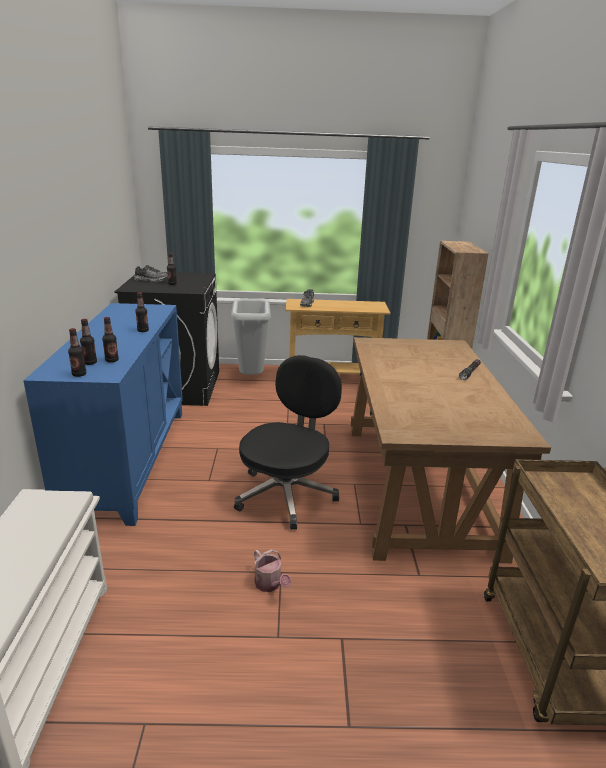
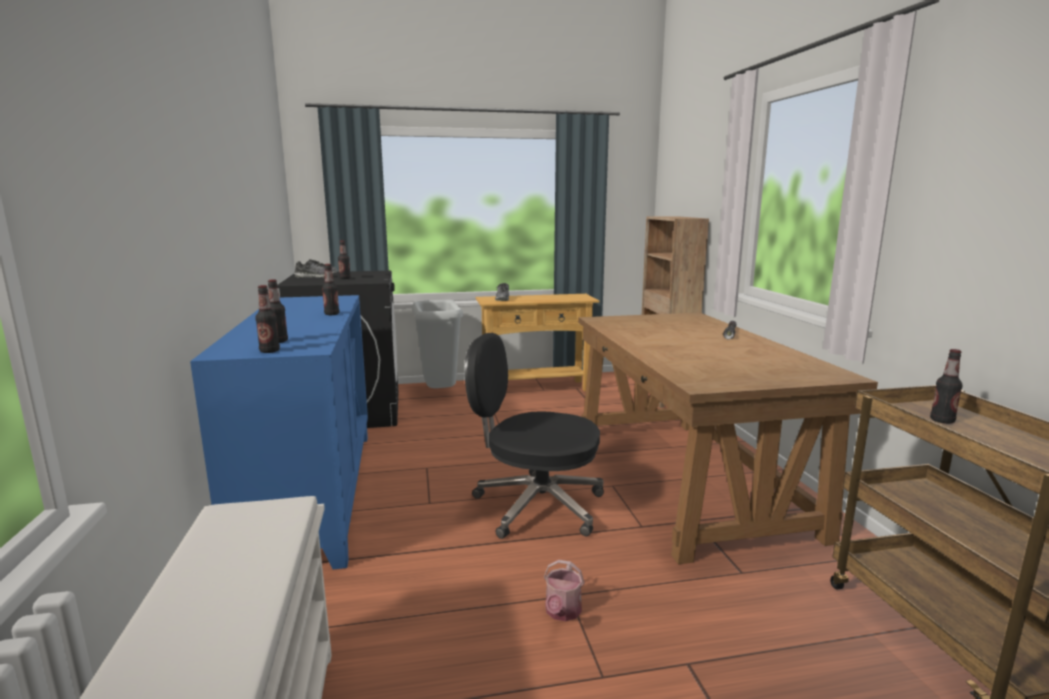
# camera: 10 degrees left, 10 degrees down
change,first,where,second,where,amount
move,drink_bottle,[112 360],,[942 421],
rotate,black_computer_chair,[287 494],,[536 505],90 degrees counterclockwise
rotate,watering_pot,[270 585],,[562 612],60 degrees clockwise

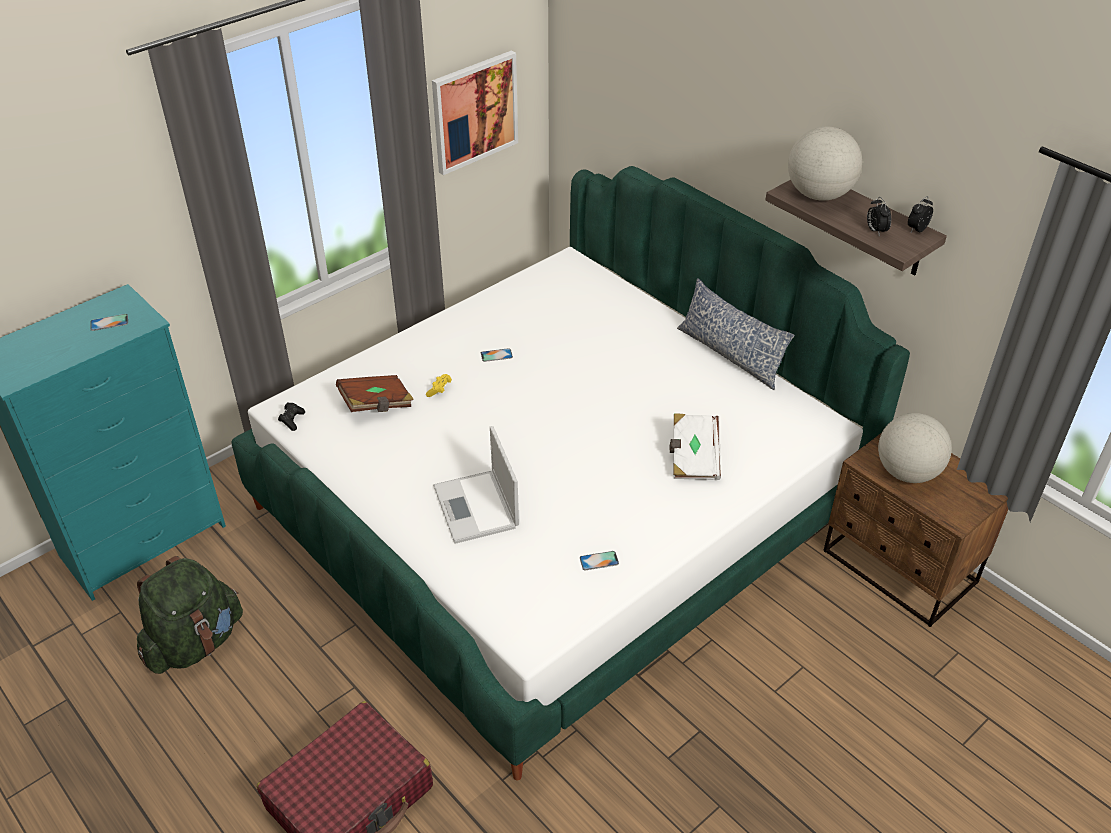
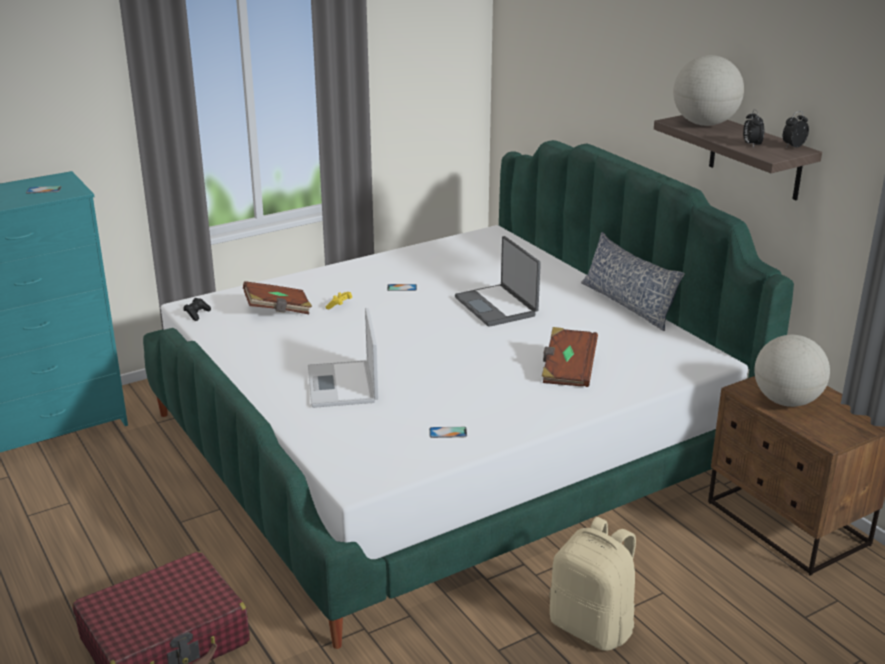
# camera: 10 degrees right, 15 degrees down
change,first,where,second,where,amount
delete,picture,[474 112],,,
recolor,whitish_volume,[693 458],brownish_volume,[567 370],
delete,green-coloured_backpack,[195 643],,,
insert,,,portable_computer,[497 306],
insert,,,sand-coloured_backpack,[593 627],

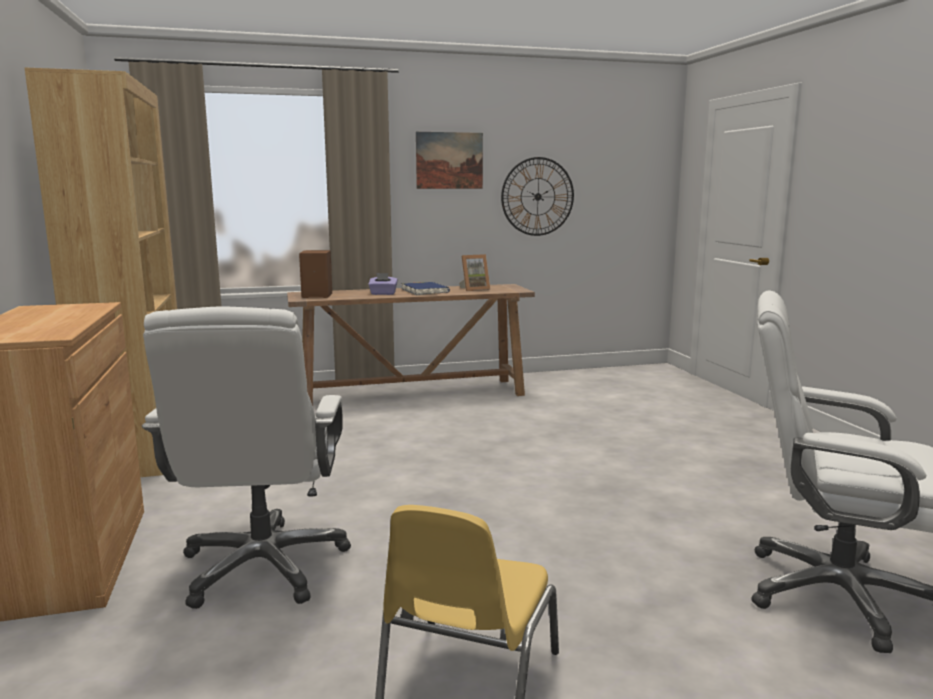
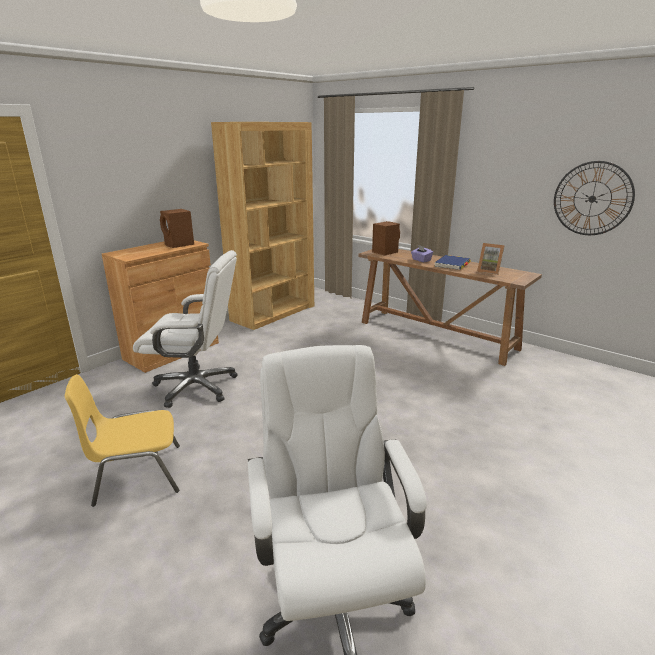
# camera: 55 degrees right, 10 degrees up
change,first,where,second,where,amount
delete,picture,[449 160],,,
rotate,whitish_computer_chair,[263 566],,[196 386],135 degrees counterclockwise
insert,,,brownish_audio_speaker,[179 245],

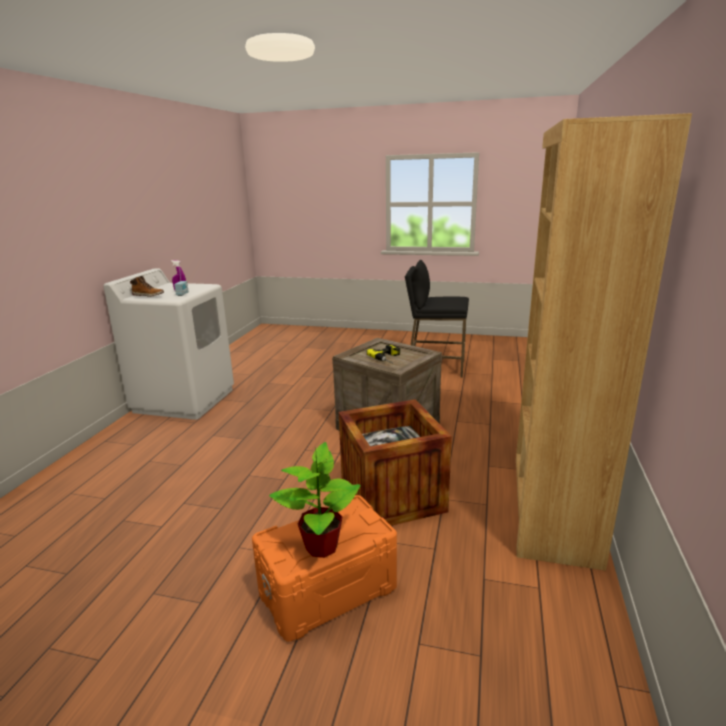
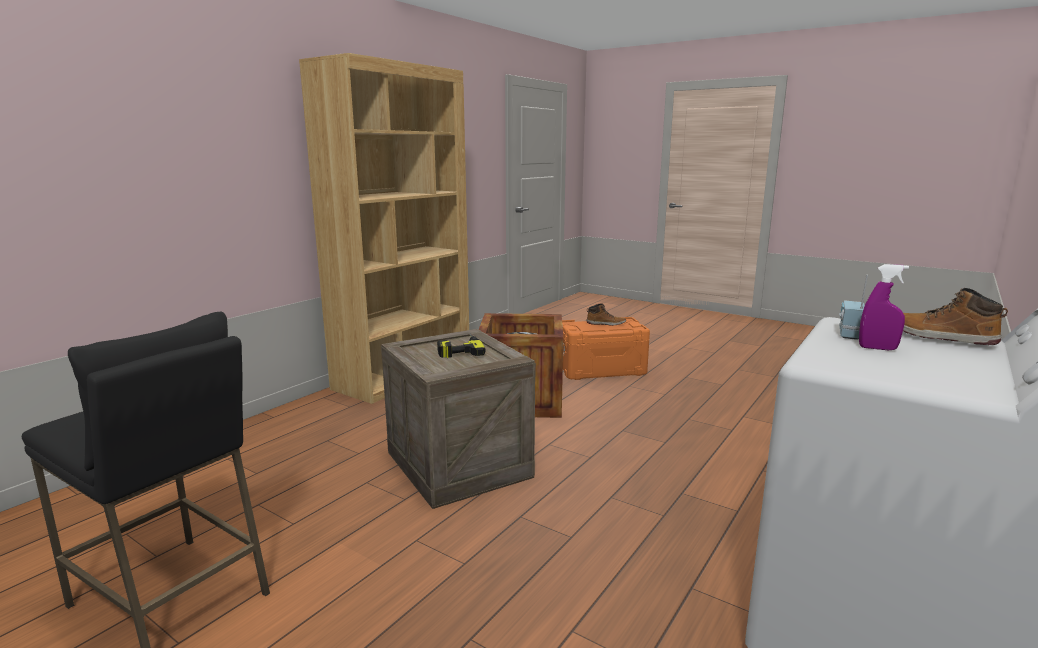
# camera: 160 degrees left, 5 degrees down
change,first,where,second,where,amount
replace,plant_in_a_pot,[321 546],high-top_boot,[606 323],

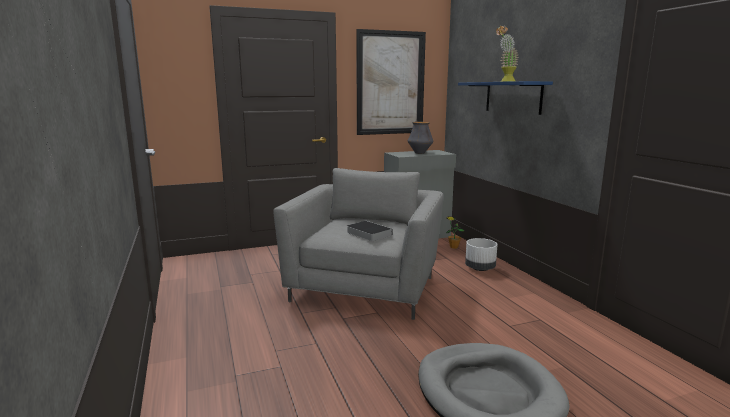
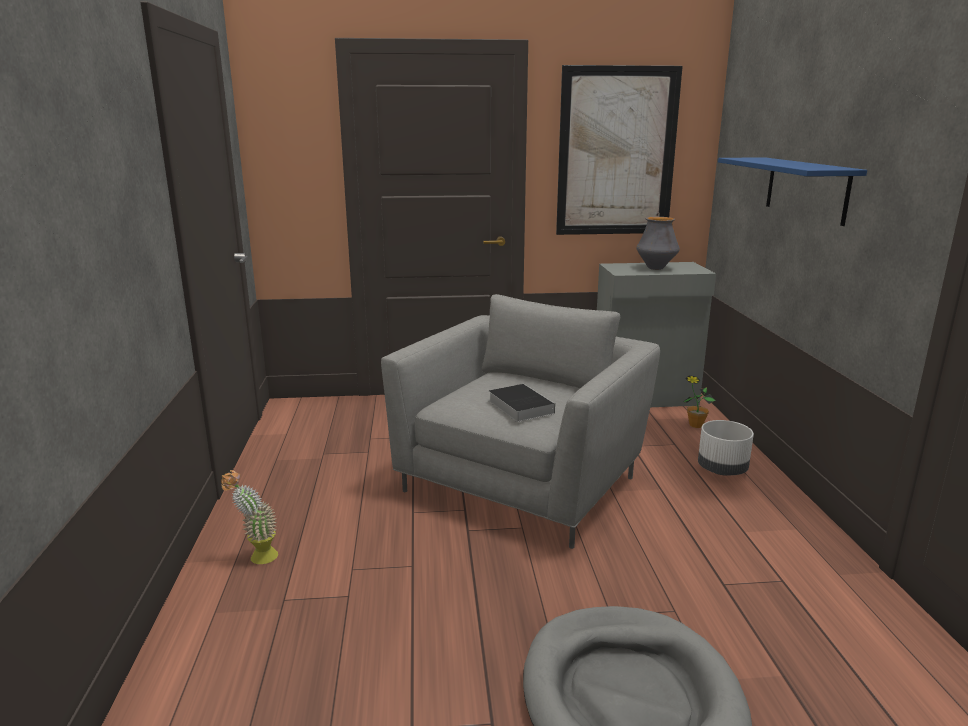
# camera: 15 degrees right, 5 degrees up
change,first,where,second,where,amount
move,plant_in_a_pot,[505 81],,[256 557],

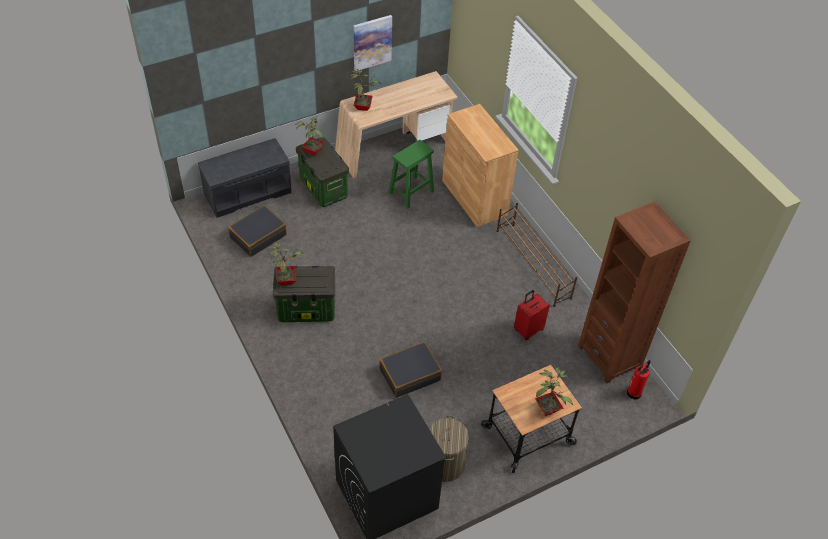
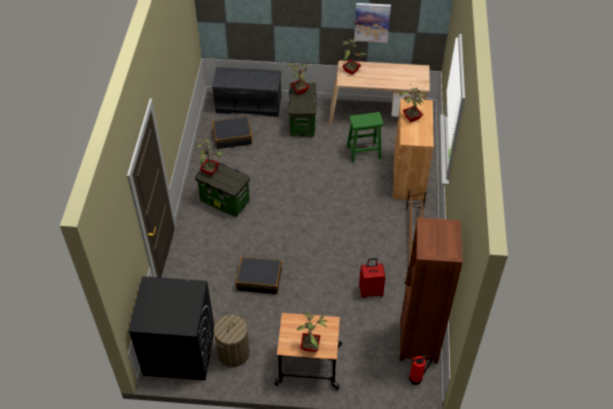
# camera: 35 degrees right, 0 degrees up
change,first,where,second,where,amount
insert,,,plant_in_a_pot,[411 118],

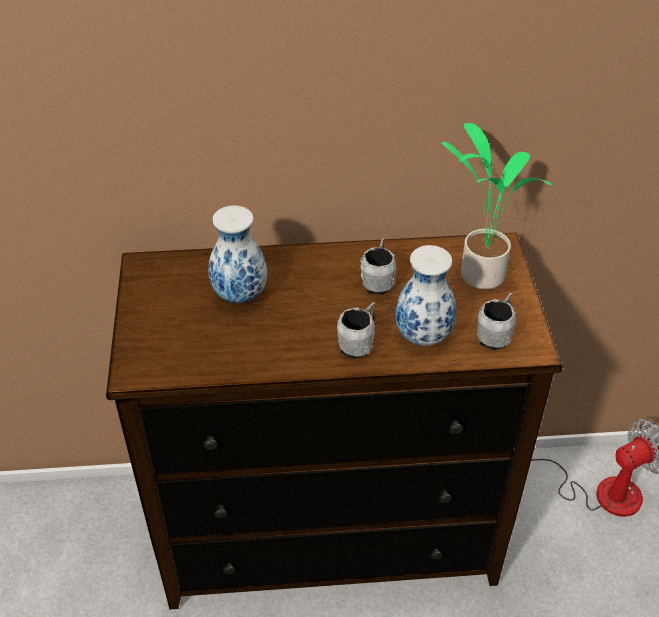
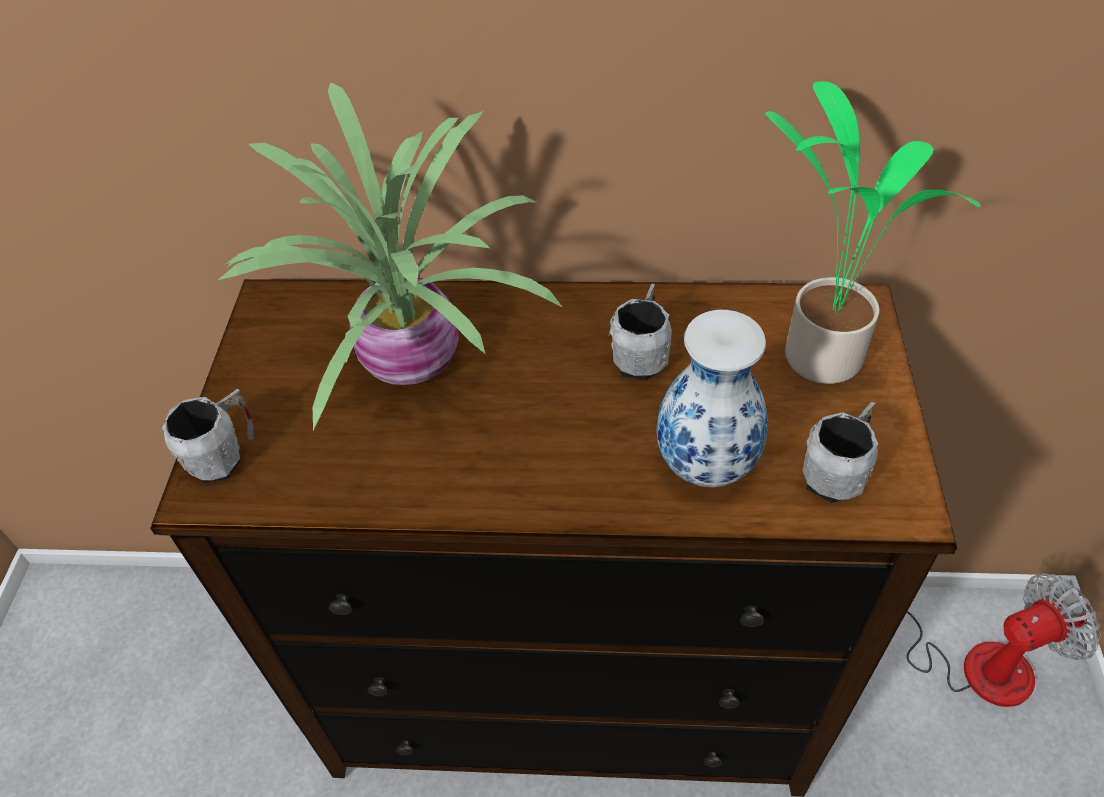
# camera: 10 degrees right, 5 degrees up
change,first,where,second,where,amount
replace,flower_vase,[239 296],plant_in_a_pot,[407 365],
move,gray_coffee_mug,[358 344],,[224 456],

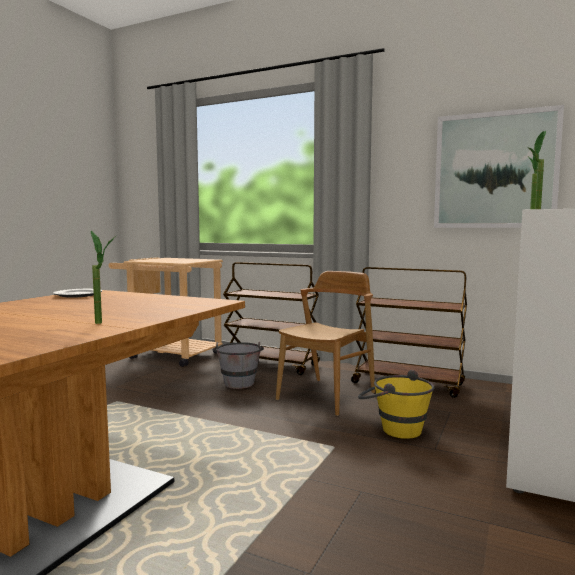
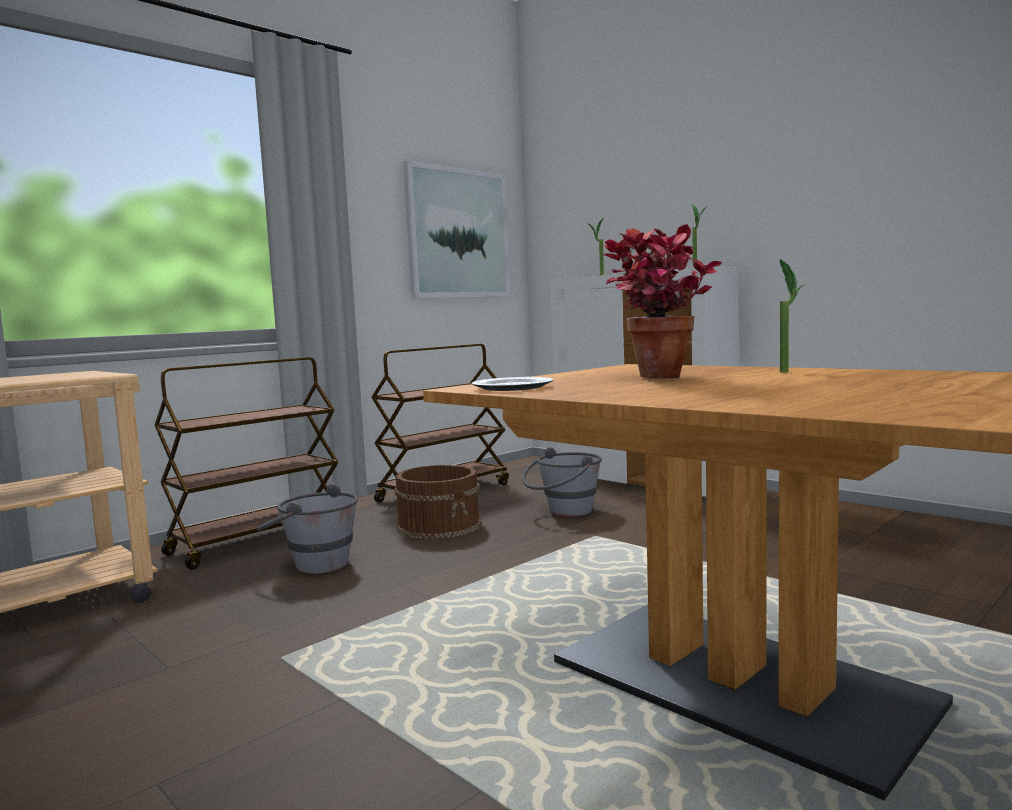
# camera: 70 degrees left, 0 degrees up
change,first,where,second,where,amount
replace,brownish_plain_chair,[327 396],brownish_water_bucket,[440 525],
recolor,yellow_water_bucket,[393 428],gray_water_bucket,[563 512],
insert,,,plant_in_a_pot,[659 379],

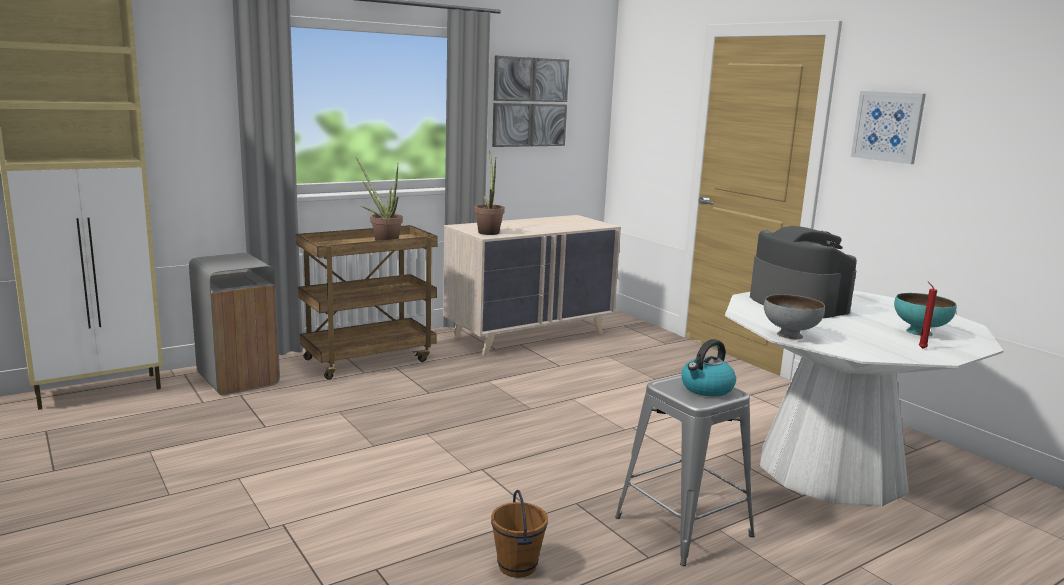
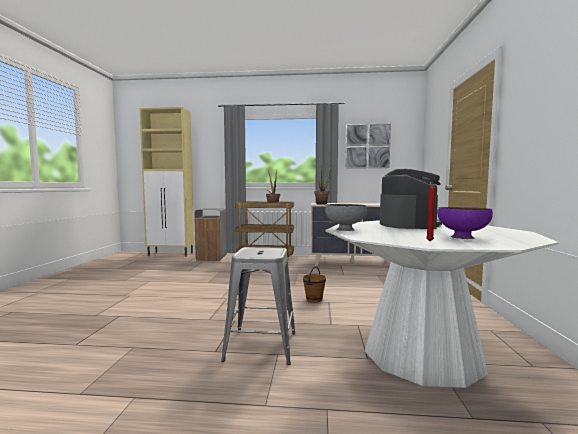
# camera: 40 degrees right, 10 degrees down
change,first,where,second,where,amount
delete,picture,[888 126],,,
recolor,turquoise-coloured_serving_bowl,[920 332],purple-coloured_serving_bowl,[462 237],
delete,water_kettle,[706 389],,,
move,brownish_water_bucket,[518 566],,[314 299],

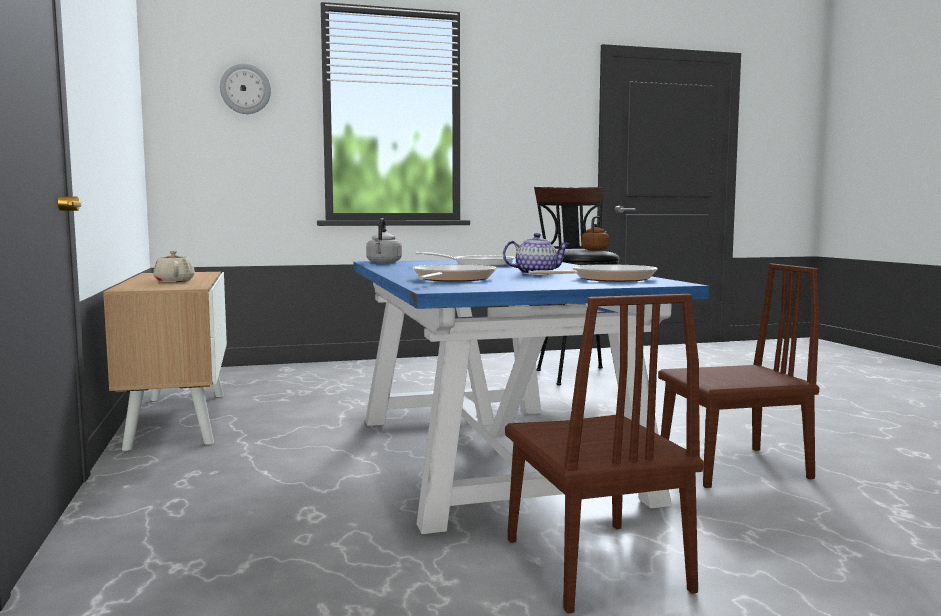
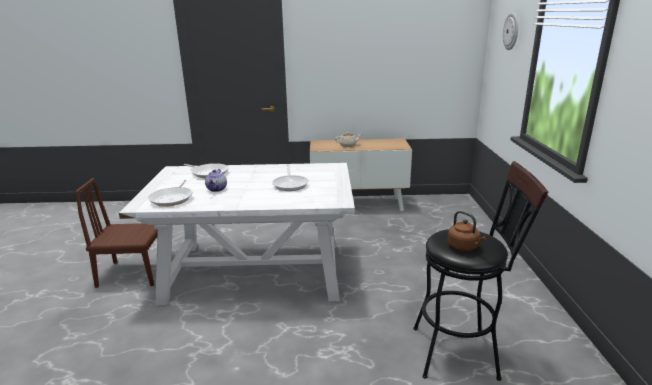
# camera: 105 degrees right, 15 degrees up
change,first,where,second,where,amount
delete,gray_water_kettle,[383 262],,,
recolor,blue-coloured_dining_table,[491 456],whitish_dining_table,[256 271],
delete,brownish_plain_chair,[733 467],,,

